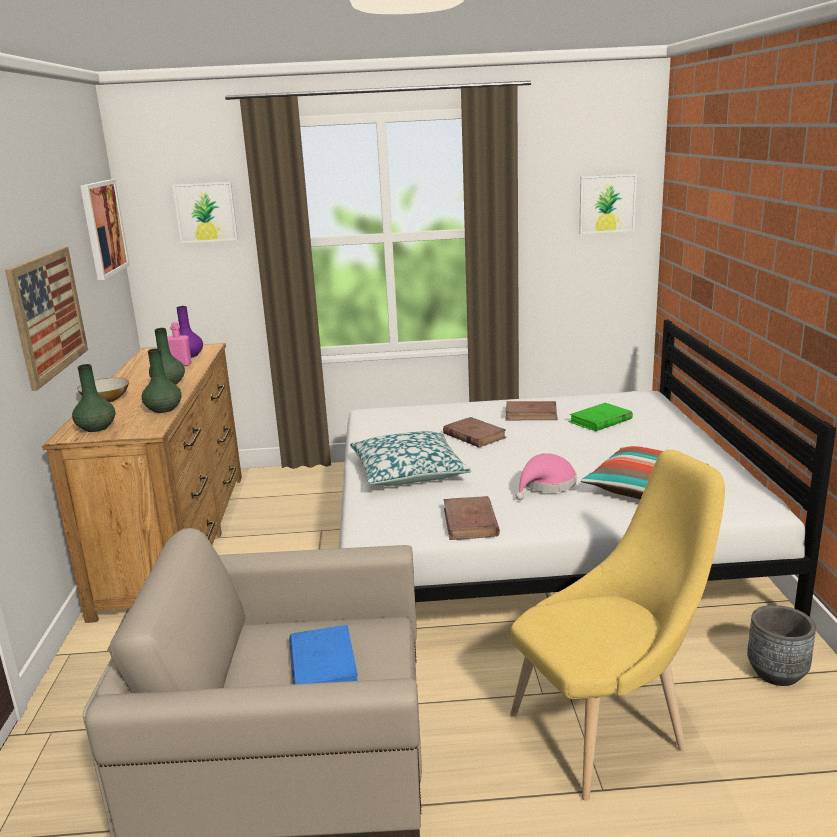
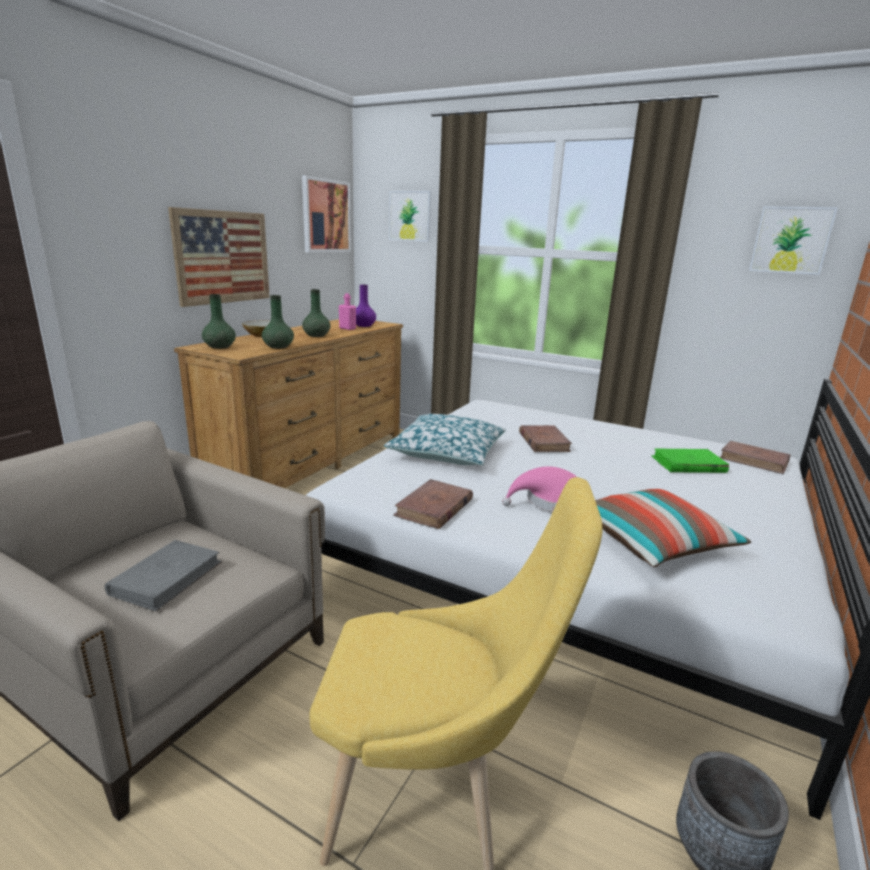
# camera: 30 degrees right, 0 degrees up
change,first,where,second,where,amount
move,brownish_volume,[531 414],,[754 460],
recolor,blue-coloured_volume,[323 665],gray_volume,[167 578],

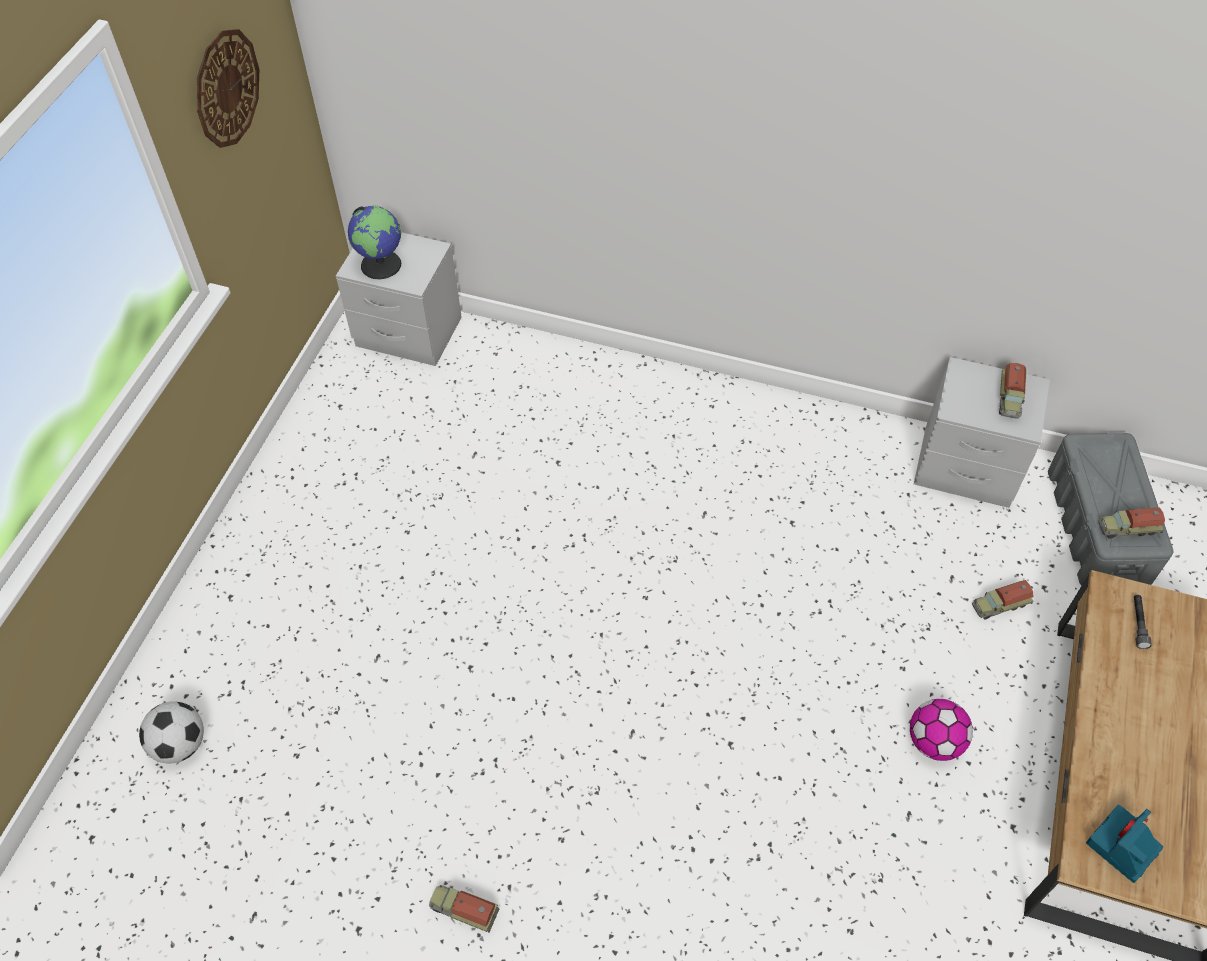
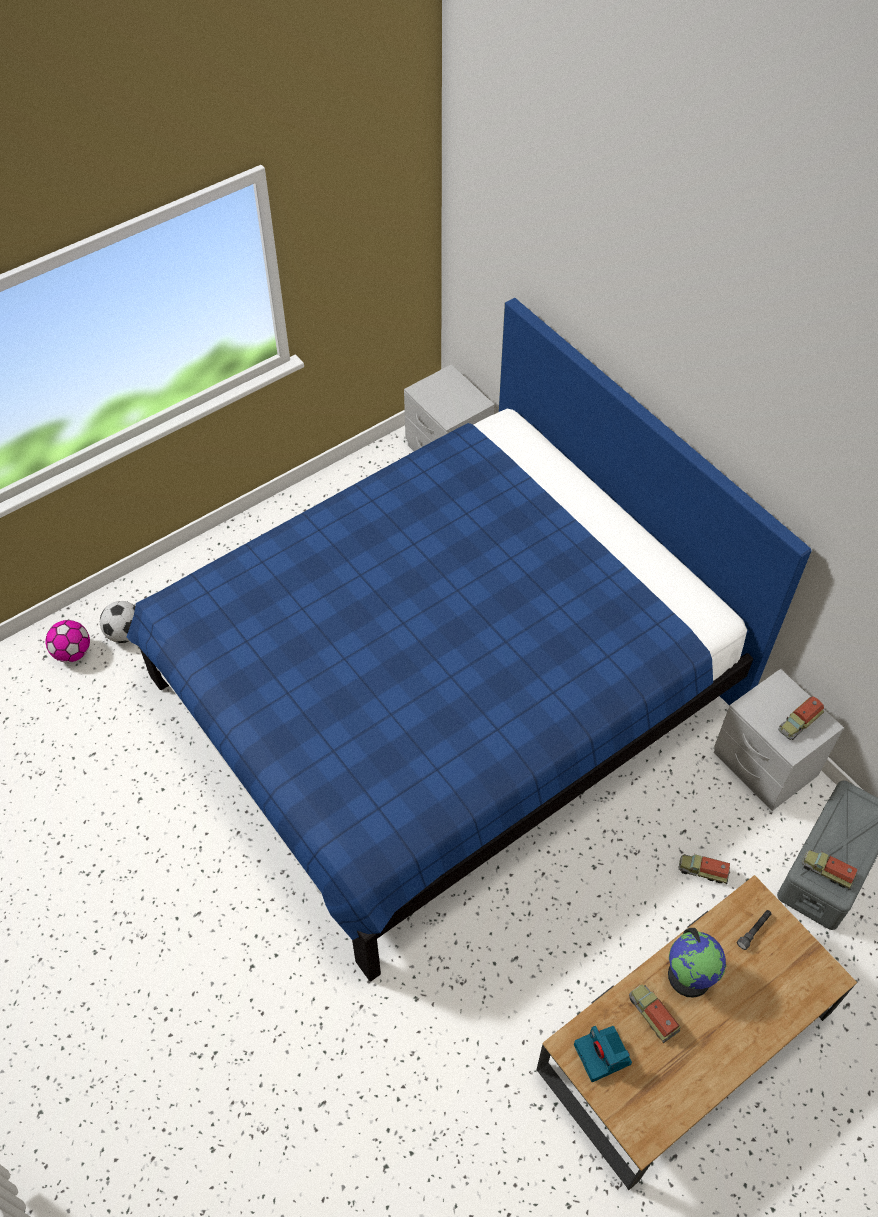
# camera: 35 degrees right, 0 degrees up
change,first,where,second,where,amount
delete,hanging_clock,[226 88],,,
move,globe,[381 264],,[690 975],
move,ball_for_football,[934 742],,[73 653],
rotate,photo_camera,[1122 847],,[603 1055],105 degrees counterclockwise
move,model_truck,[464 910],,[652 1014],
insert,,,blue-coloured_bedroom_bed,[442 692],

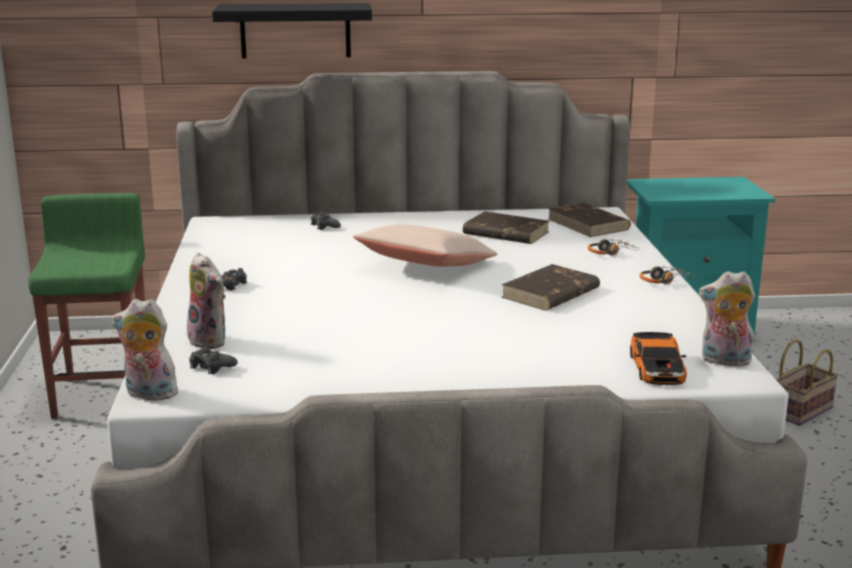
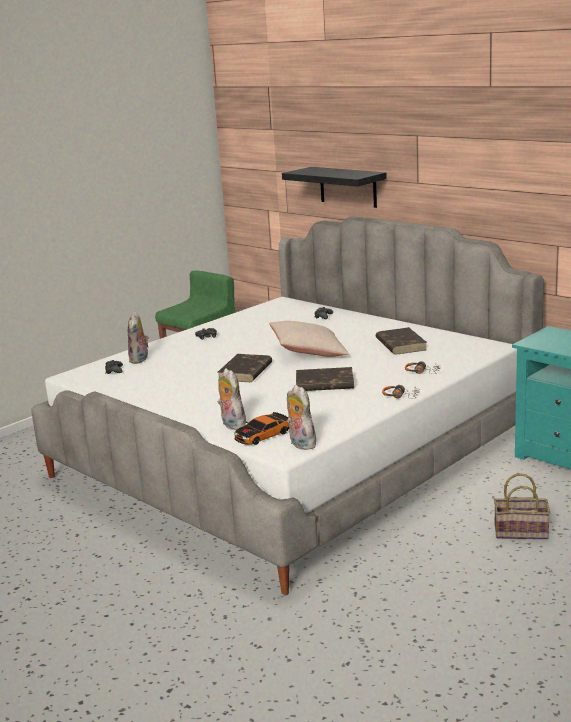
# camera: 50 degrees right, 0 degrees up
change,first,where,second,where,amount
move,brownish_volume,[588 224],,[245 372],
move,cuddly_toy,[148 394],,[231 424],

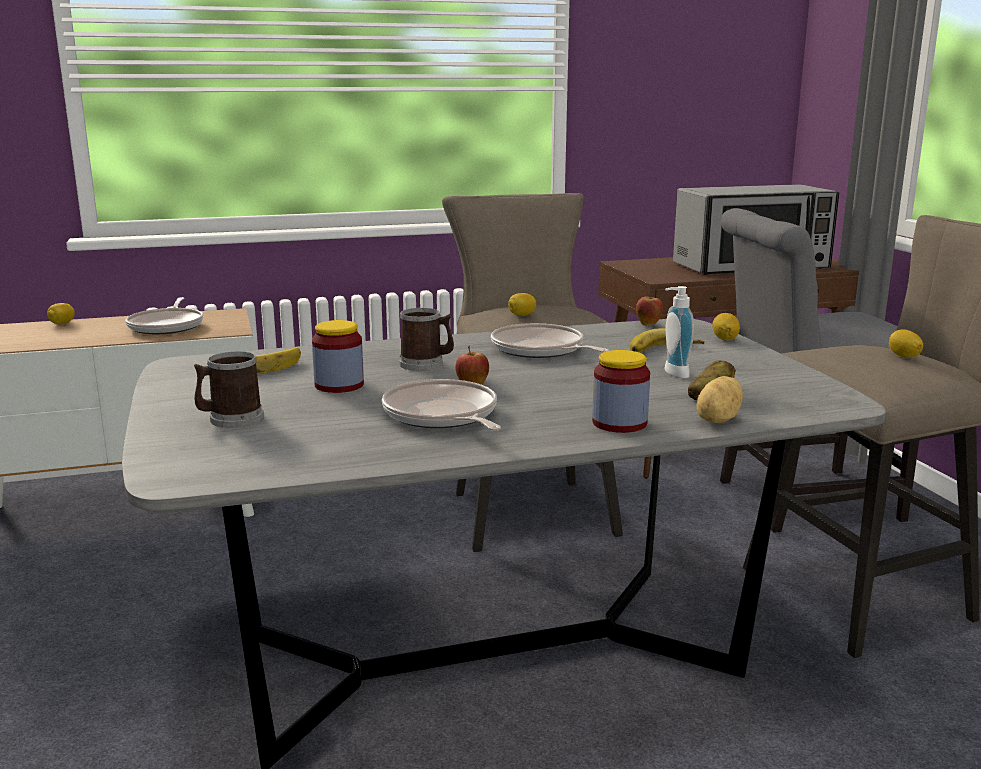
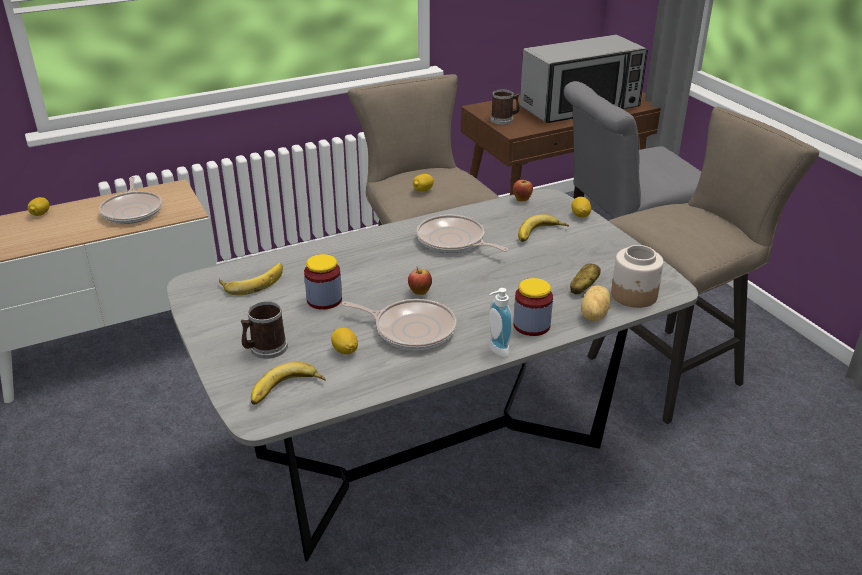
# camera: 10 degrees left, 15 degrees up
change,first,where,second,where,amount
move,soap_dispenser,[672 374],,[496 351],
move,coffee_mug,[426 364],,[504 120],
move,lemon,[903 356],,[345 350],
rotate,skillet,[442 416],,[411 329],150 degrees clockwise
insert,,,storage_jar,[634 295],
insert,,,banana,[287 391],

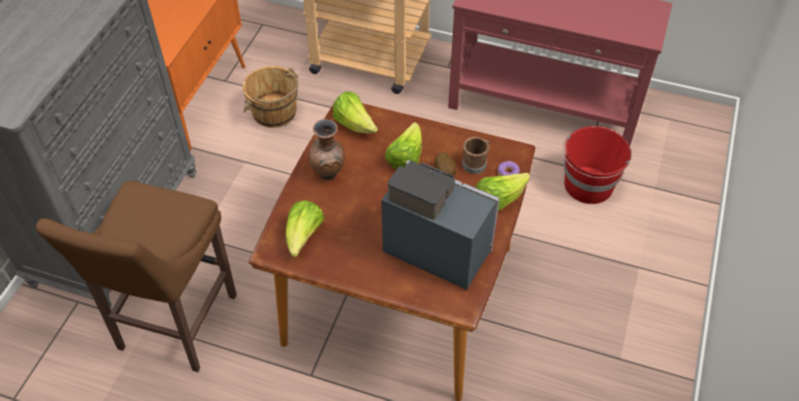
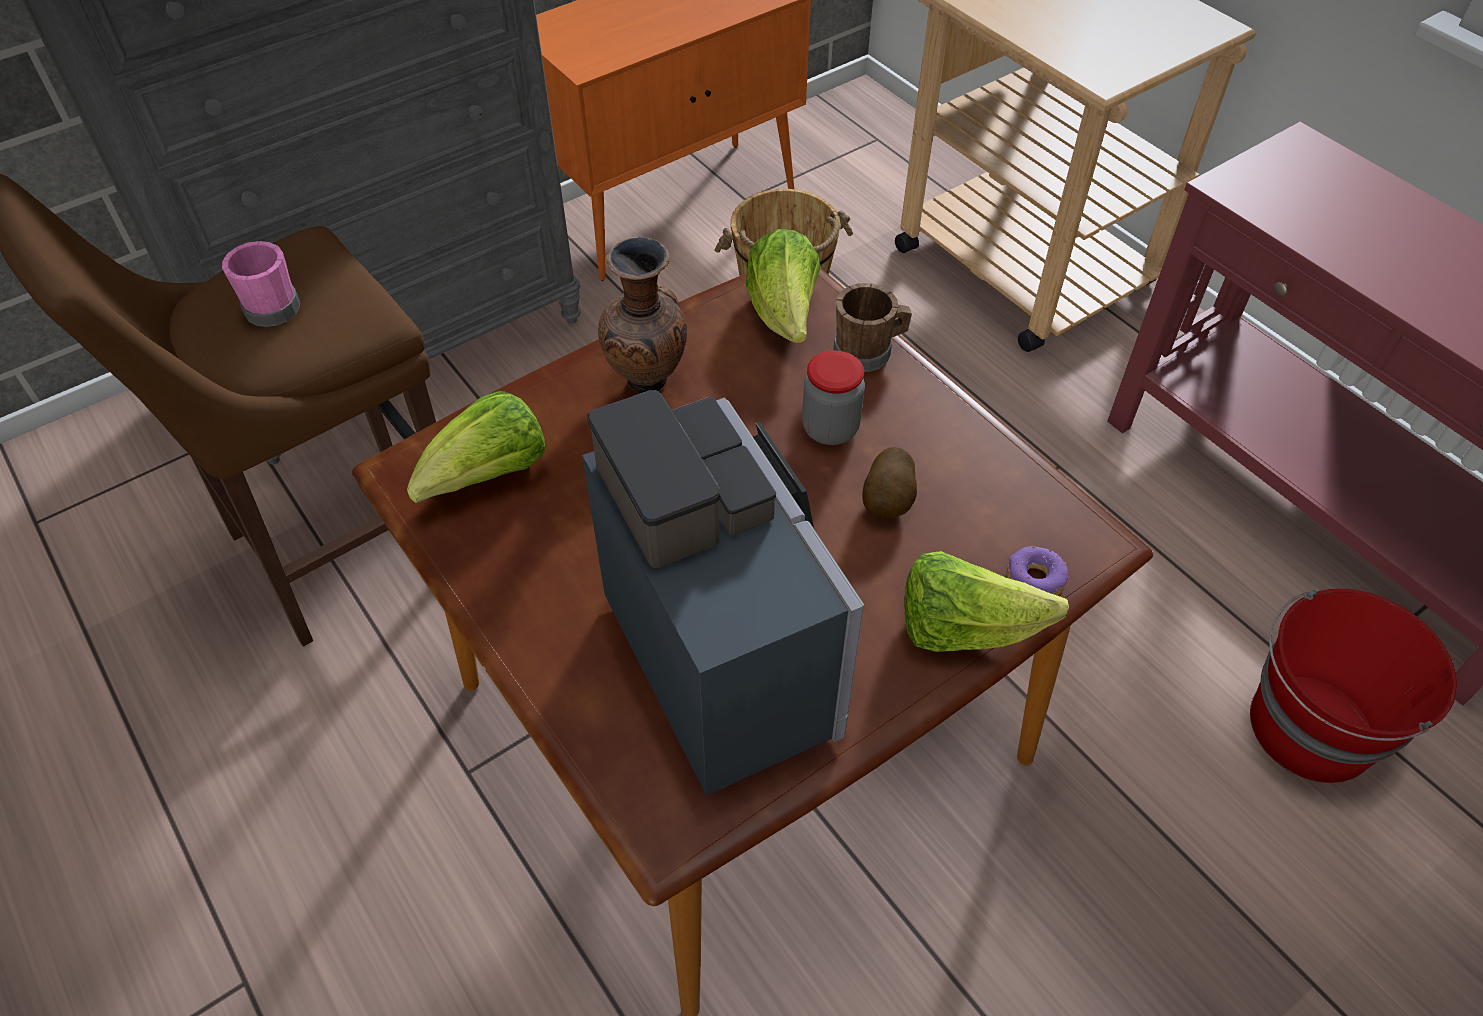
# camera: 35 degrees right, 0 degrees up
change,first,where,second,where,amount
replace,head_of_lettuce,[406 158],storage_jar,[830 429],
move,brownish_coffee_mug,[476 163],,[868 352],
insert,,,pinkish_coffee_mug,[271 304],

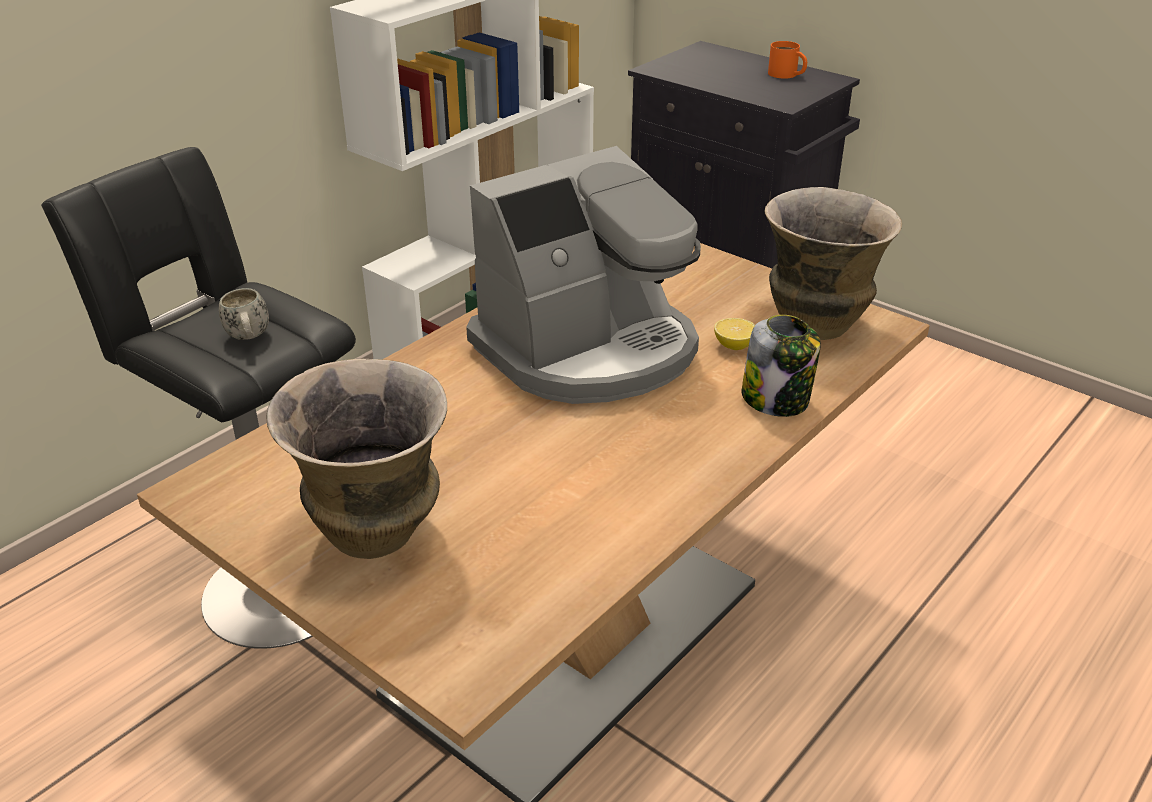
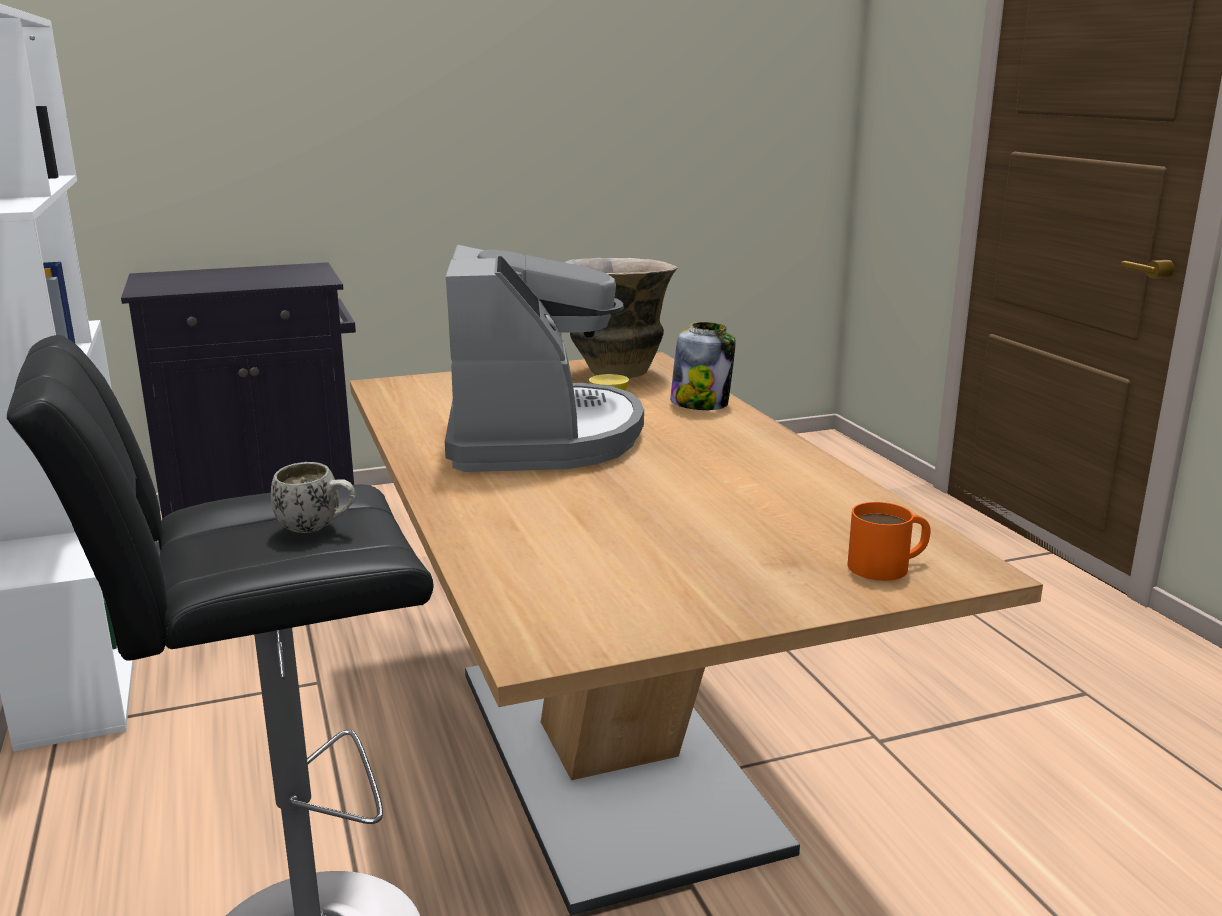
# camera: 60 degrees left, 15 degrees down
change,first,where,second,where,amount
move,orange_coffee_mug,[787 75],,[889 565],
delete,flower_vase,[377 535],,,

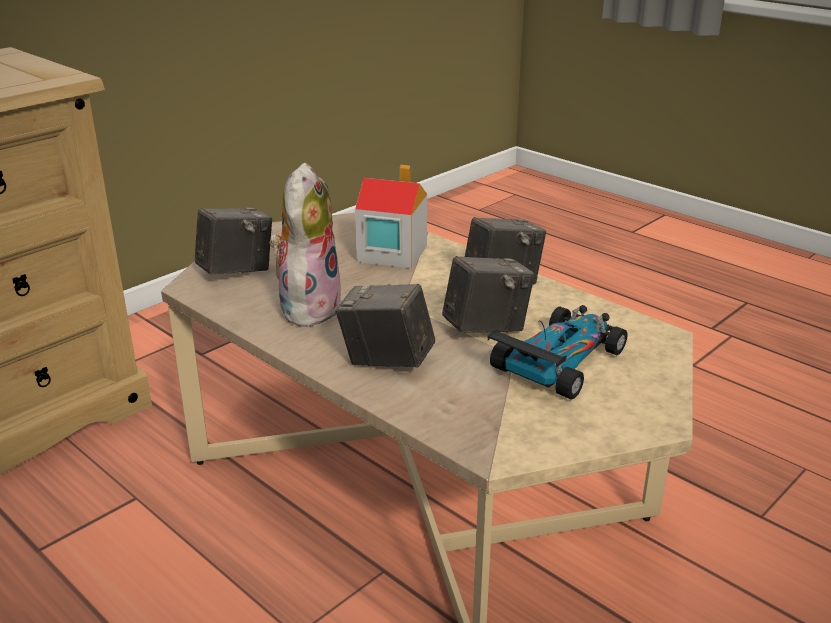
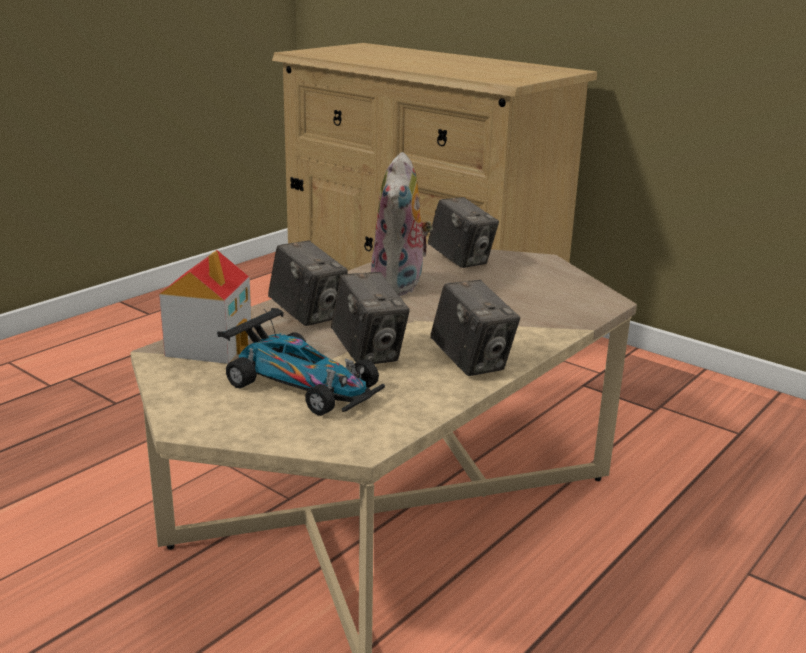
# camera: 85 degrees right, 5 degrees down
change,first,where,second,where,amount
rotate,cuddly_toy,[308 307],,[400 286],90 degrees clockwise
move,toy_house,[391 253],,[210 345],
rotate,photo_camera,[387 361],,[307 315],120 degrees clockwise

